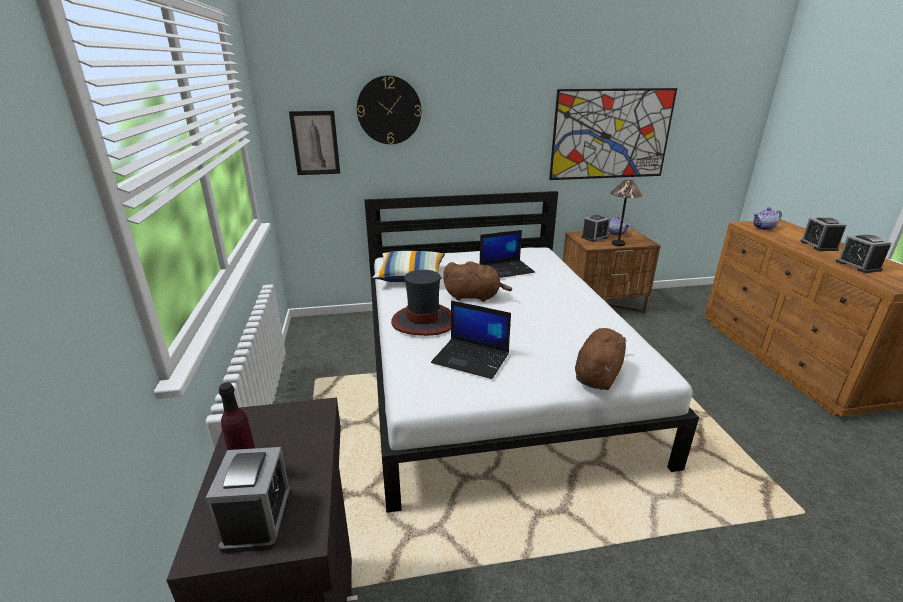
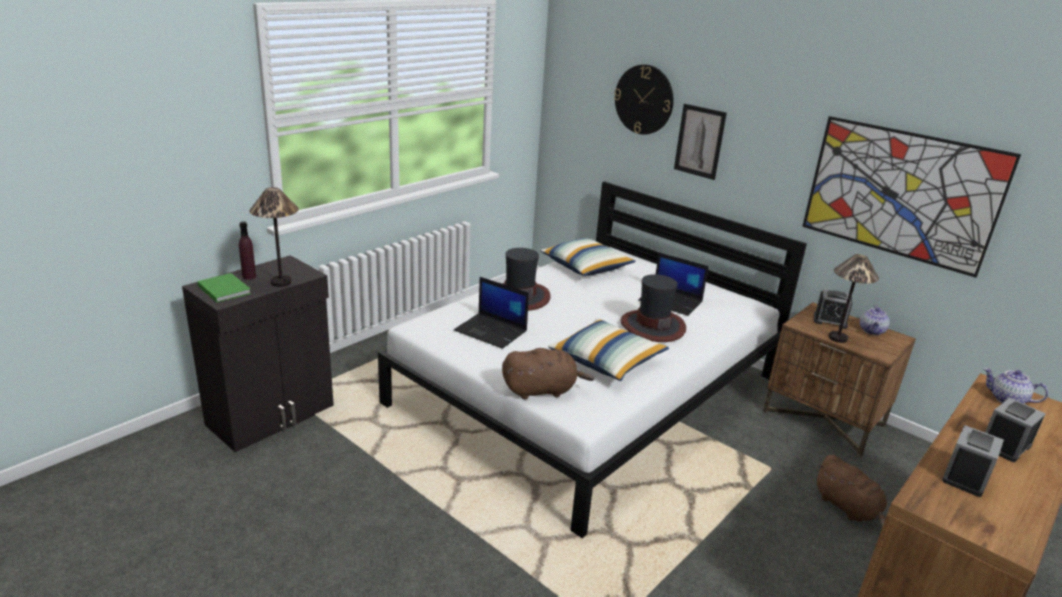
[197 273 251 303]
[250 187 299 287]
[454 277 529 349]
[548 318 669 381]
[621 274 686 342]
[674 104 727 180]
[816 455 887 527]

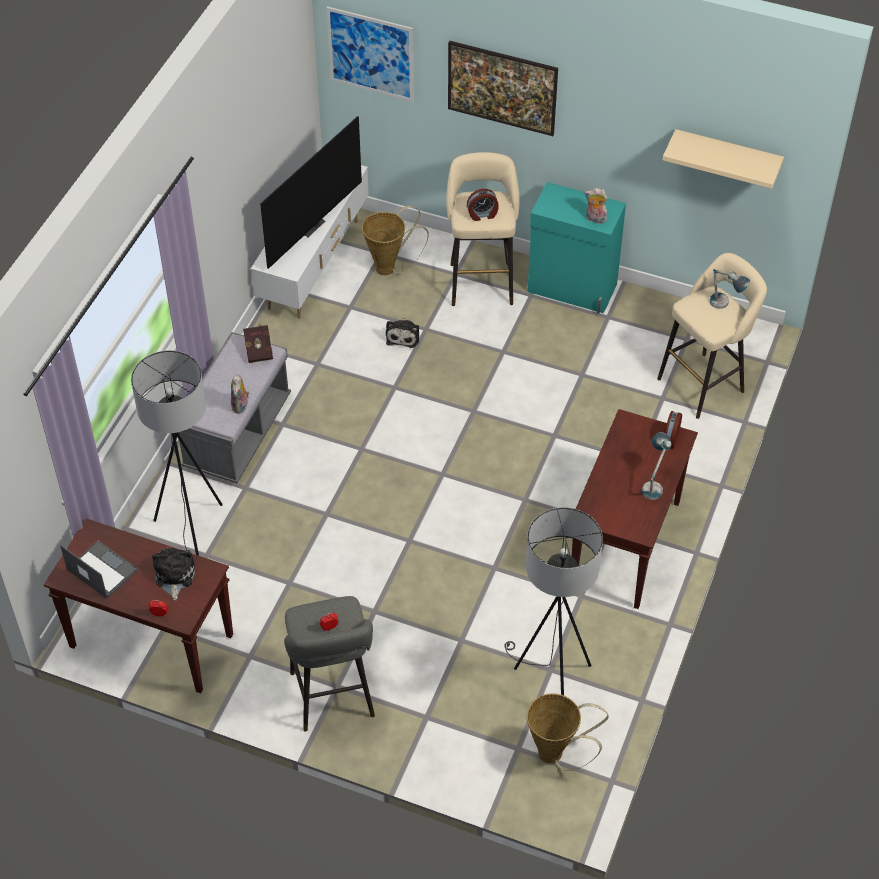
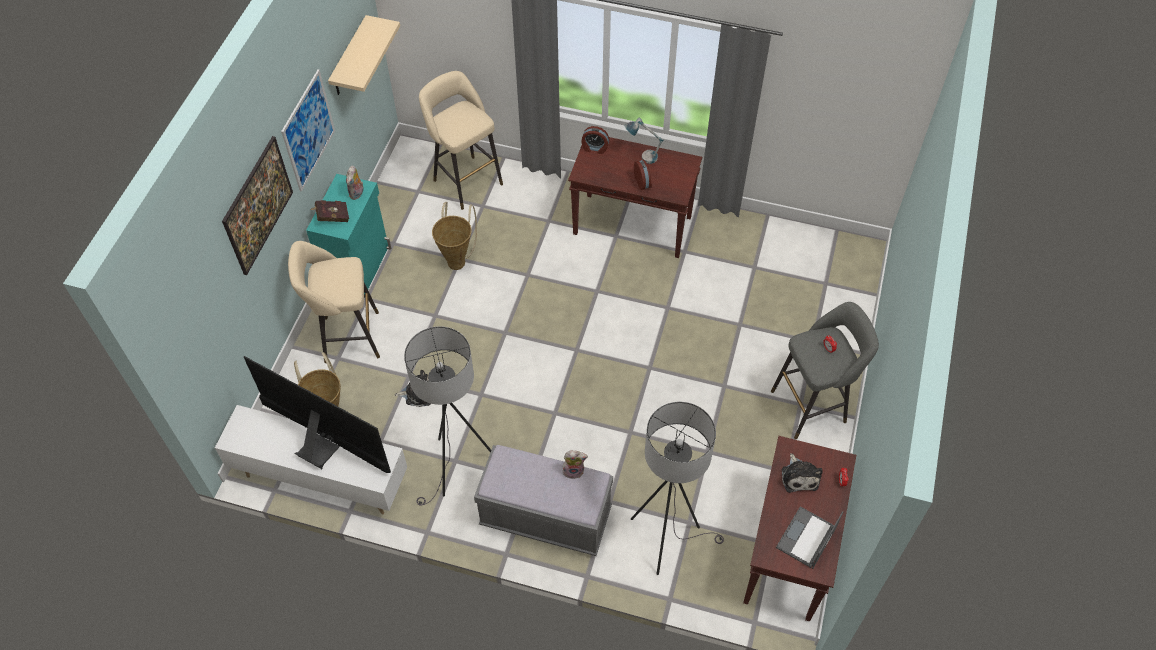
[281 69 335 192]
[311 200 349 222]
[404 326 491 506]
[432 202 477 270]
[634 160 652 190]
[782 453 823 493]
[710 269 750 309] (first image)

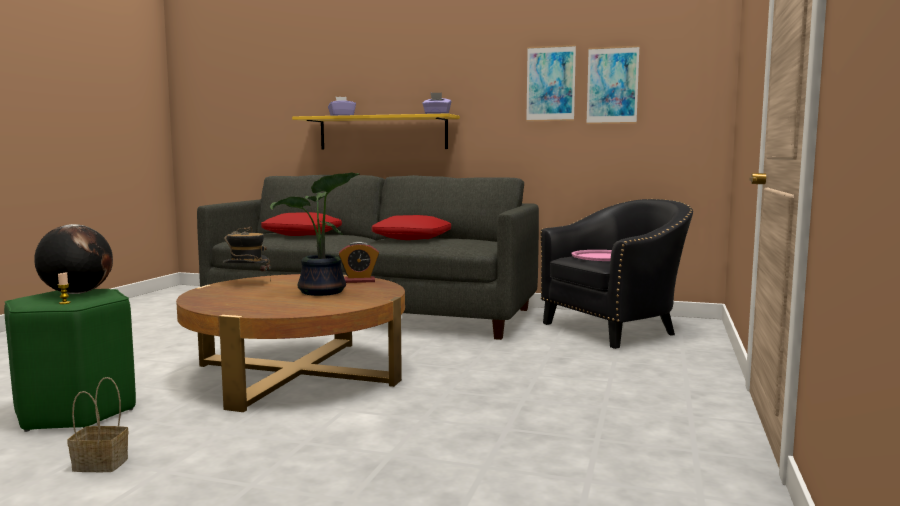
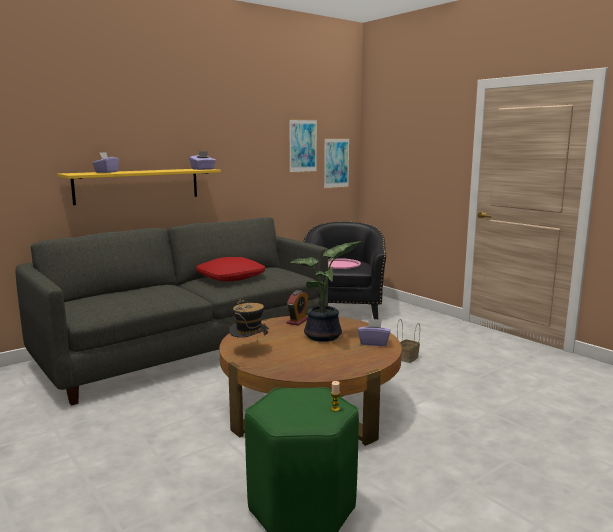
[324 138 350 189]
[358 318 390 346]
[397 319 420 363]
[34 224 113 294] (first image)
[261 212 342 236] (first image)

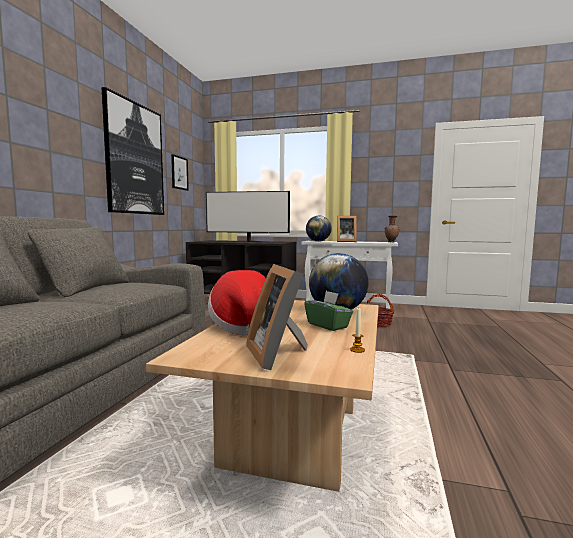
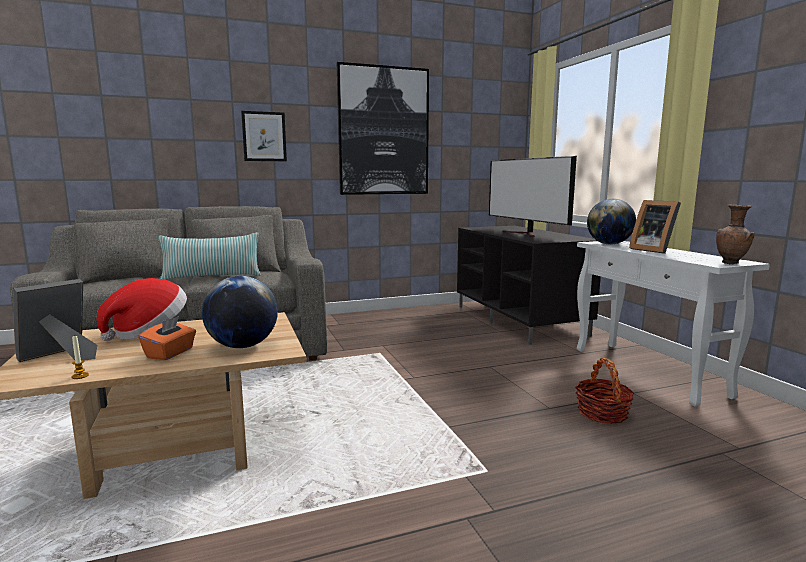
[138 316 196 360]
[158 233 260 280]
[241 111 287 161]

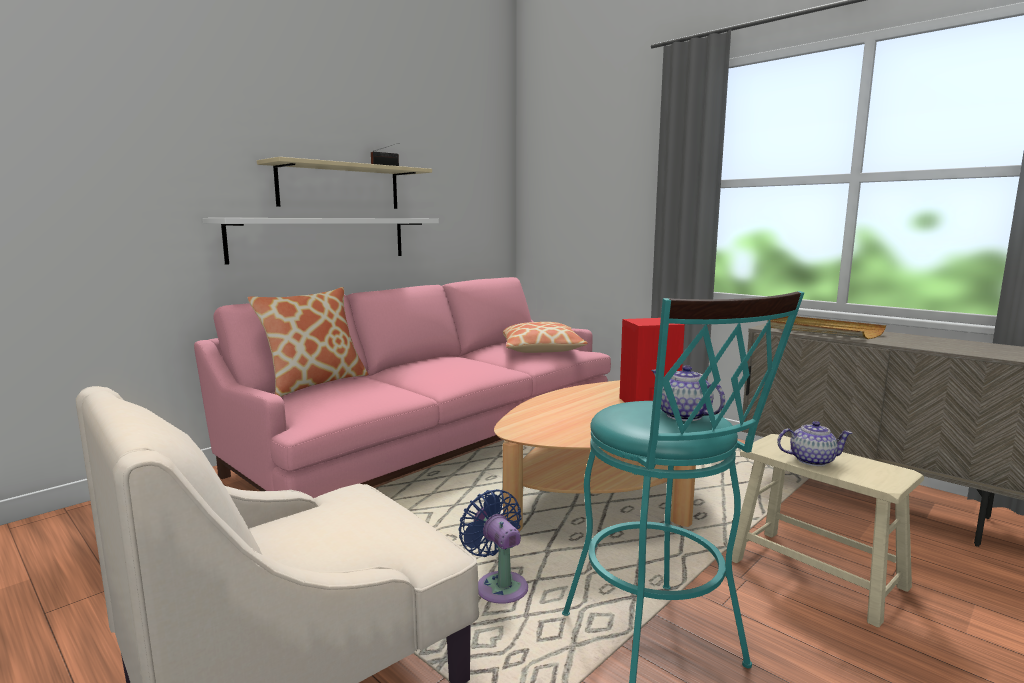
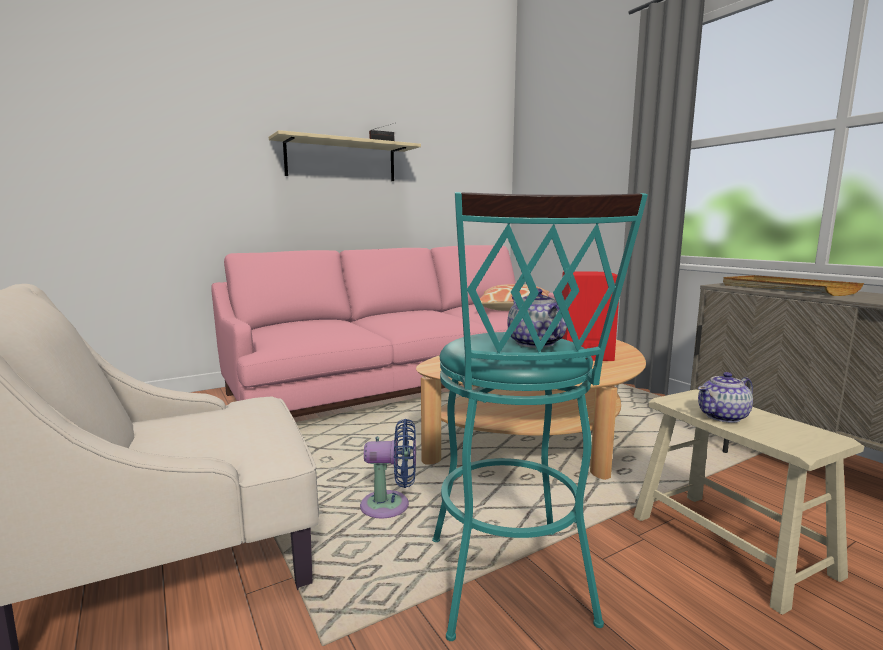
[360 419 416 519]
[698 372 753 423]
[202 218 439 265] (first image)
[248 287 368 397] (first image)

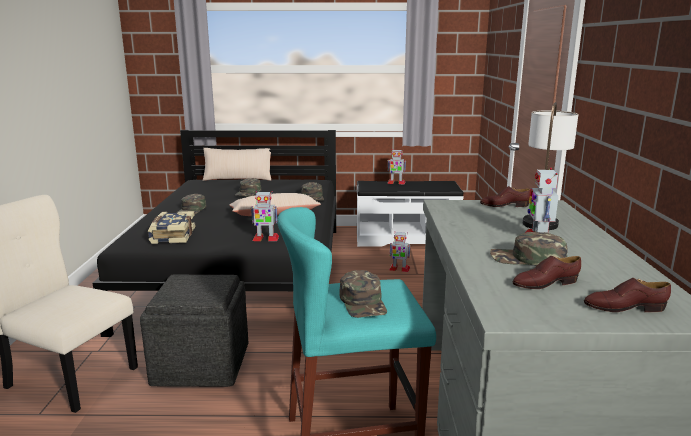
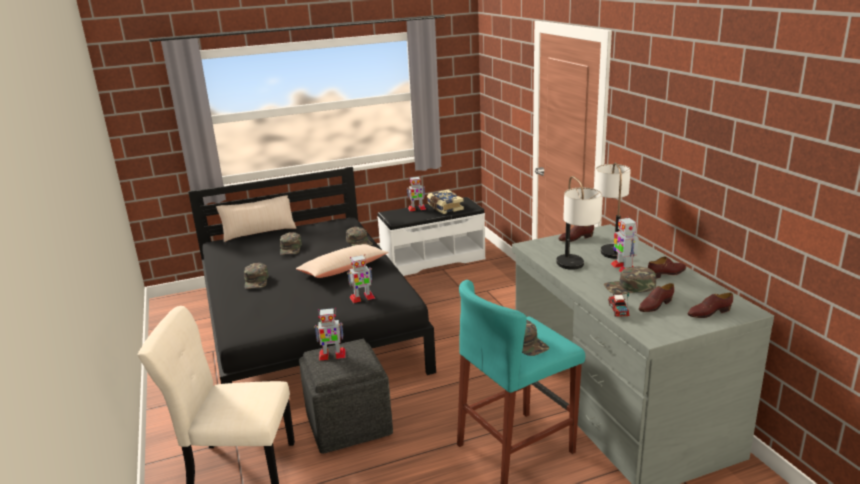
[314 308 346 361]
[427 190 464 214]
[556 176 602 270]
[608 292 629 317]
[648 257 686 279]

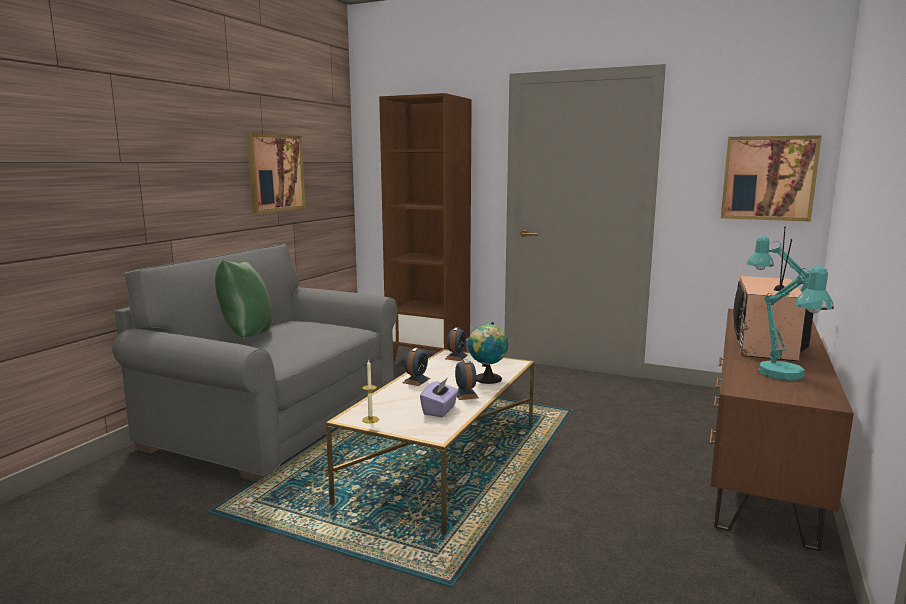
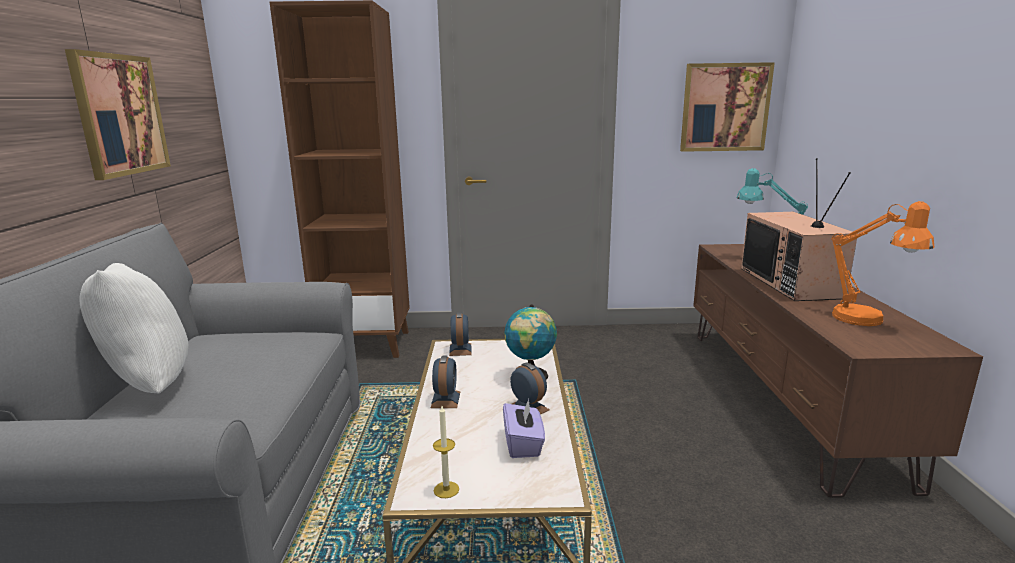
[80 263 188 393]
[831 201 934 326]

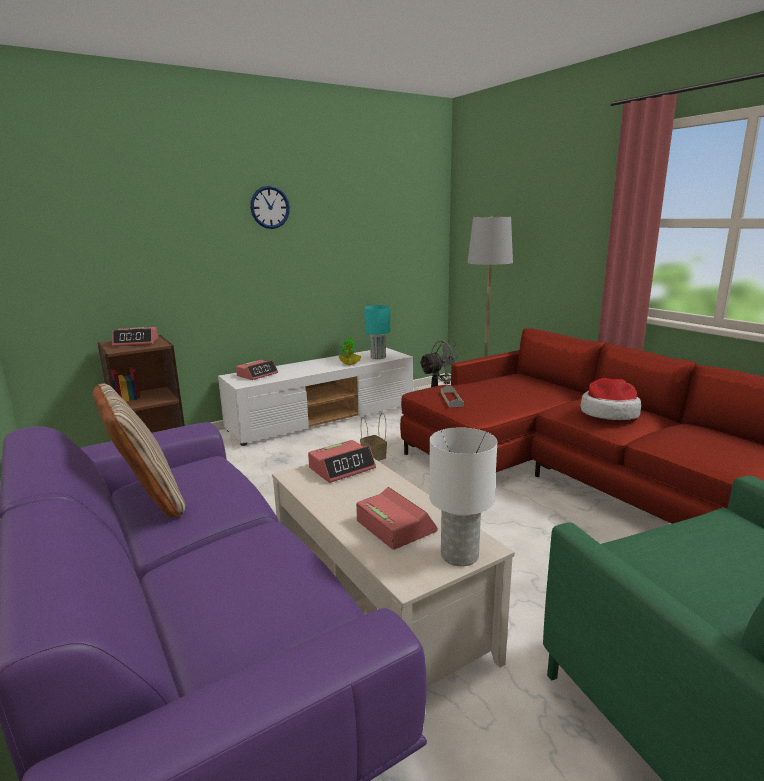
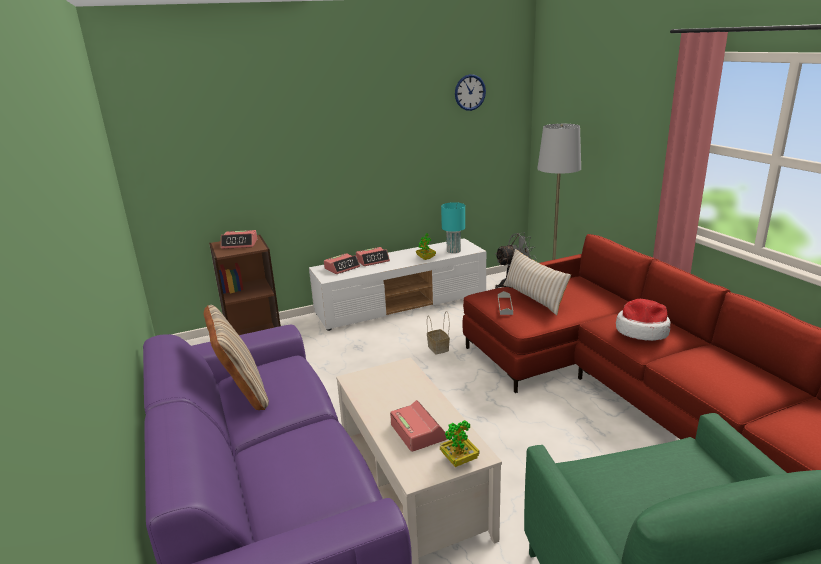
[356 247 390 266]
[440 420 479 467]
[455 74 486 111]
[504 249 571 315]

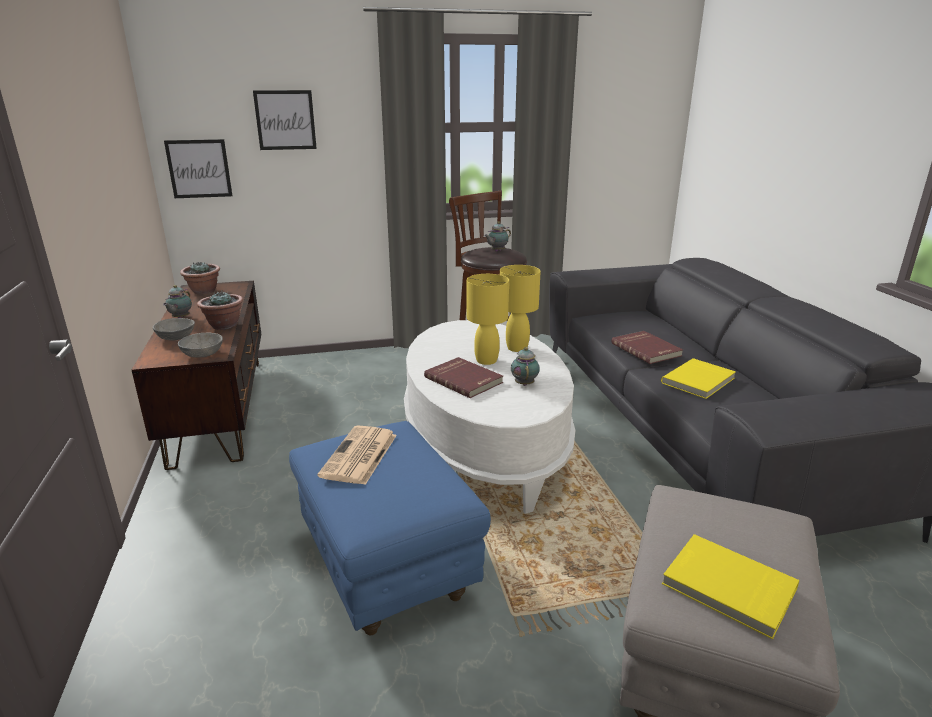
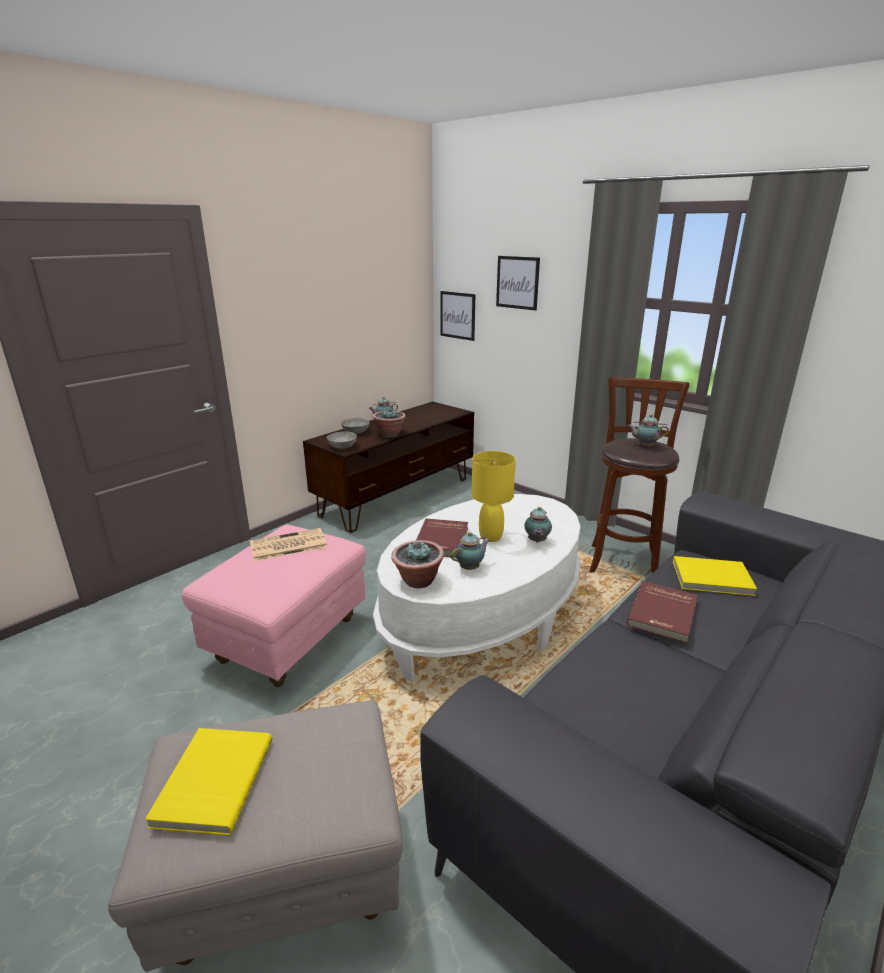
[182 524 366 687]
[391 540 444 588]
[524 507 552 543]
[673 556 757 596]

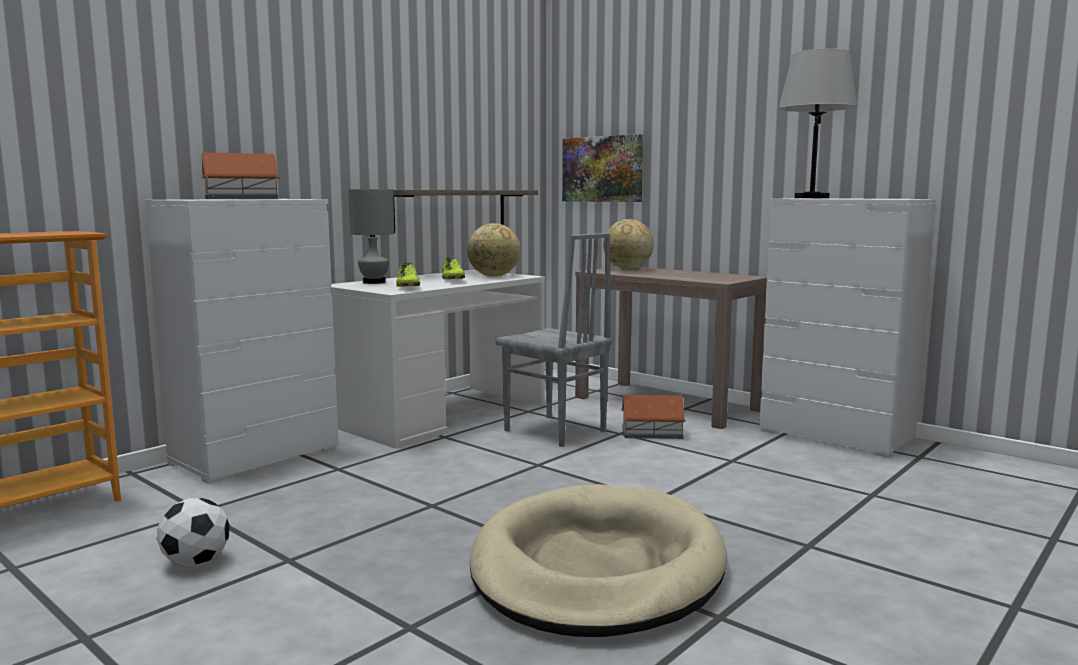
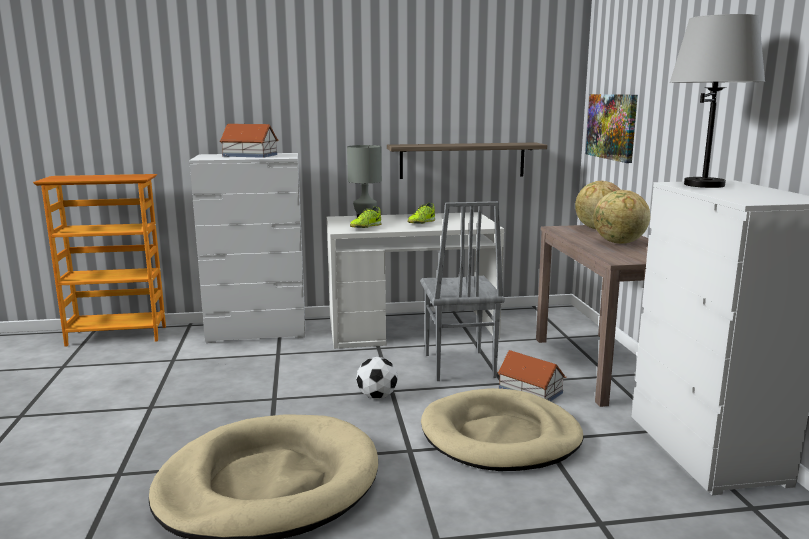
[356 357 398 399]
[421 388 584 471]
[593 190 650 244]

